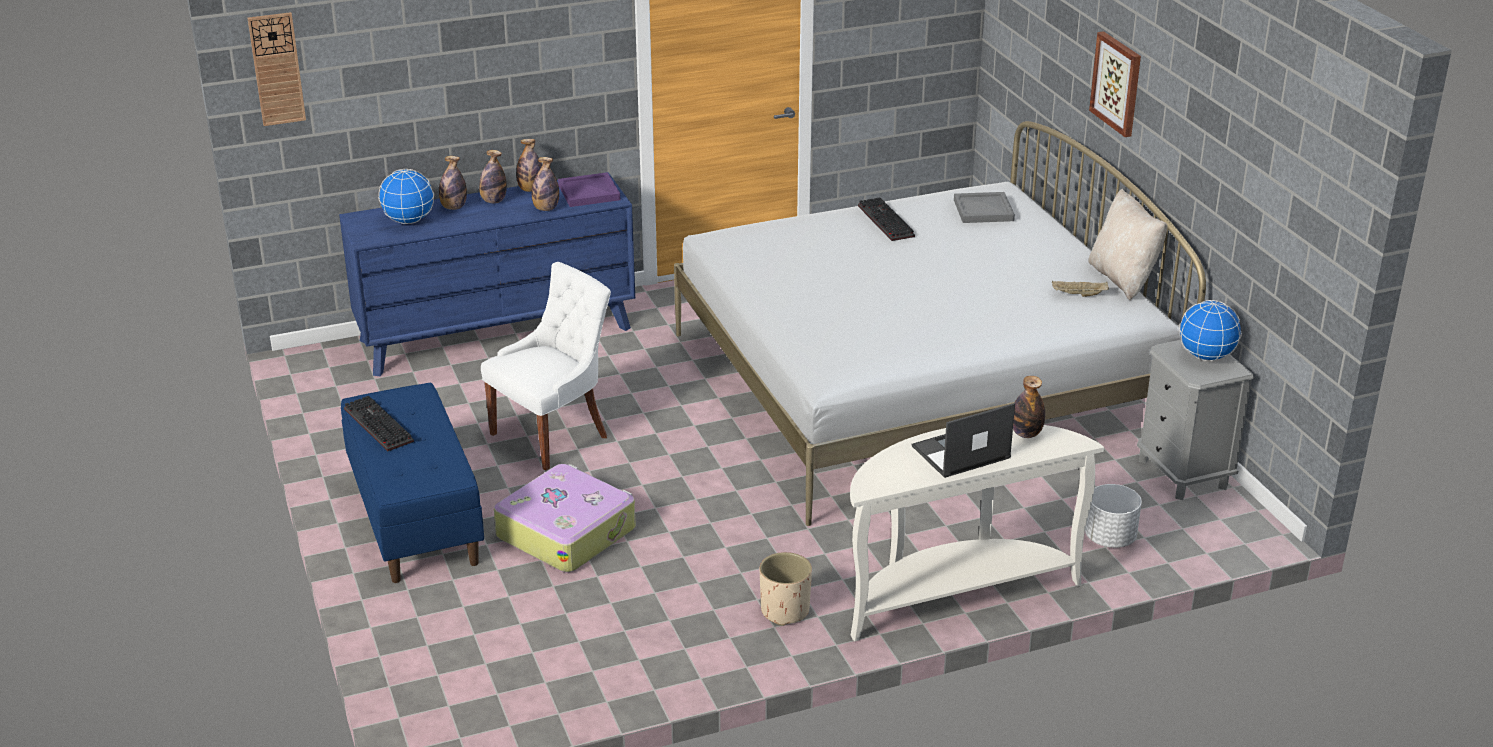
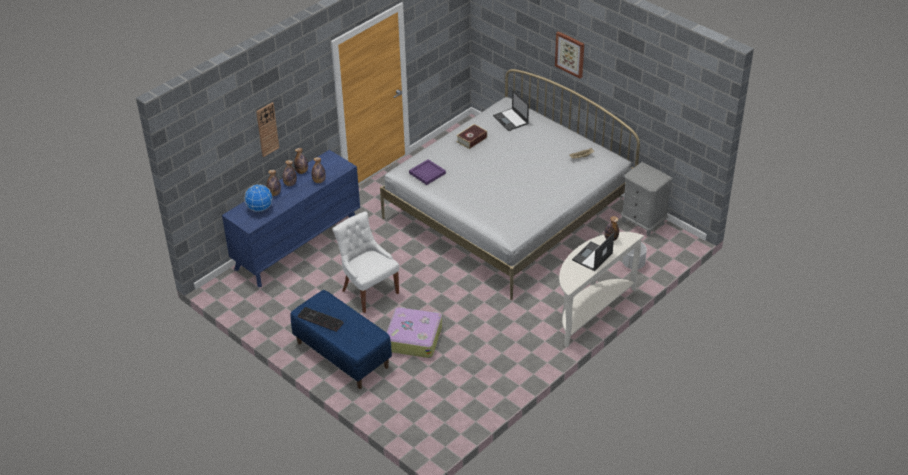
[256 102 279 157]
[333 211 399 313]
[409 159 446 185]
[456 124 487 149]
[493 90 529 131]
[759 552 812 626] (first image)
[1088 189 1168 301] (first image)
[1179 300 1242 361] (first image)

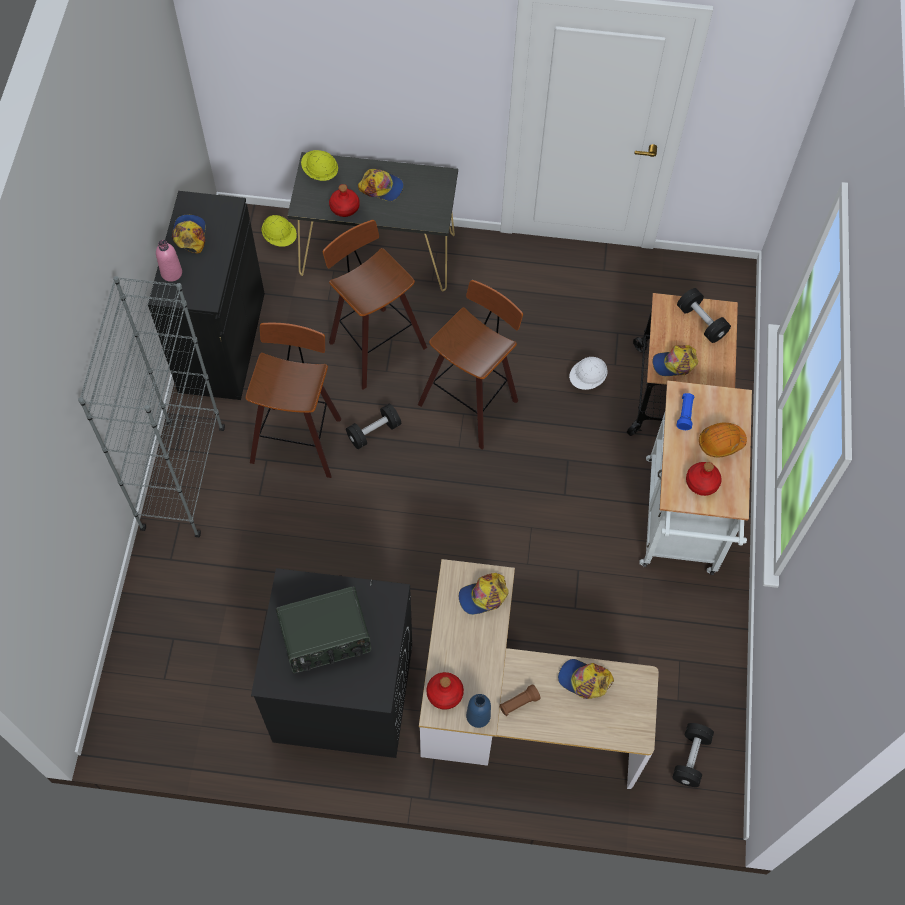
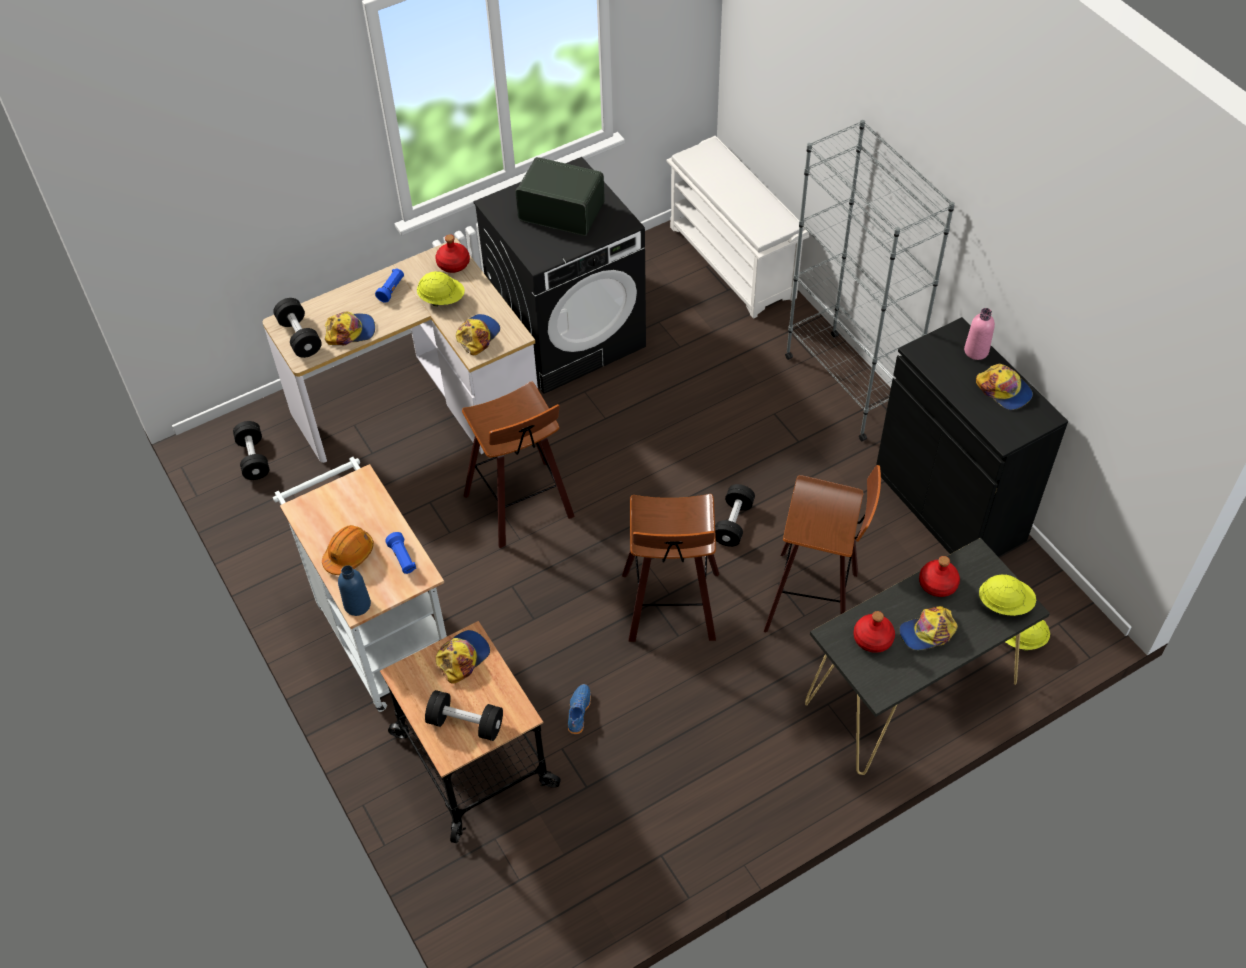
[273 298 322 358]
[338 565 371 616]
[375 268 404 303]
[417 271 465 307]
[462 381 575 548]
[515 157 605 236]
[568 684 591 734]
[667 136 809 319]
[854 611 895 653]

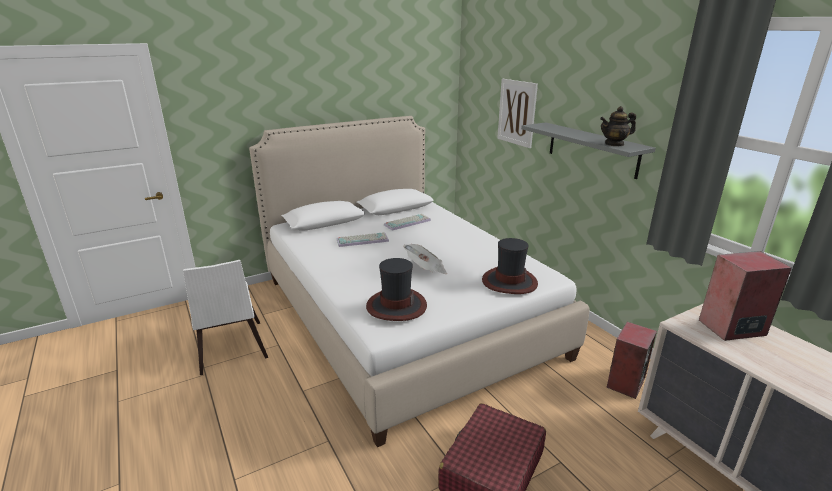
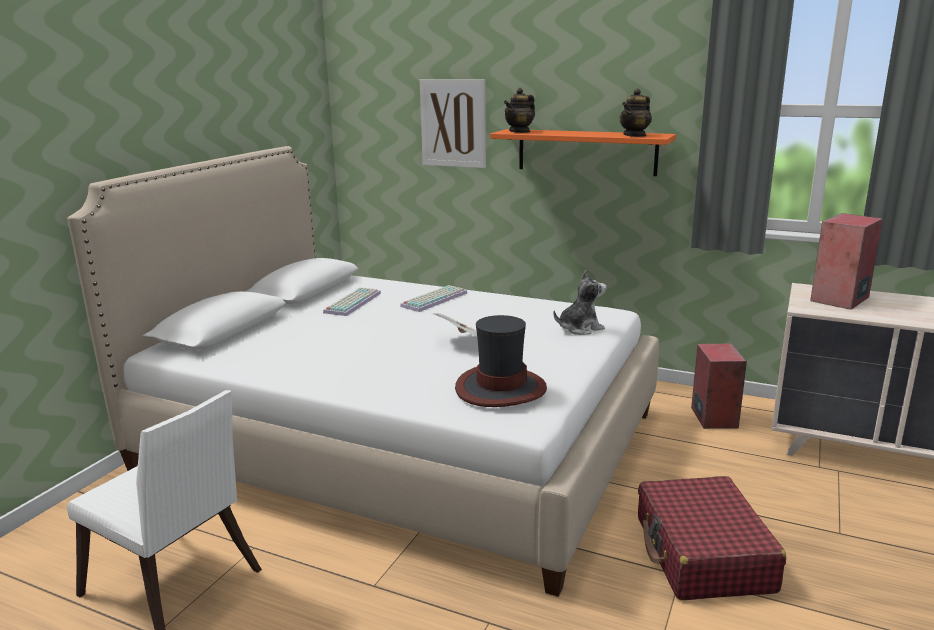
[400 285 467 312]
[490 129 676 176]
[504 88 535 133]
[554 270 607 335]

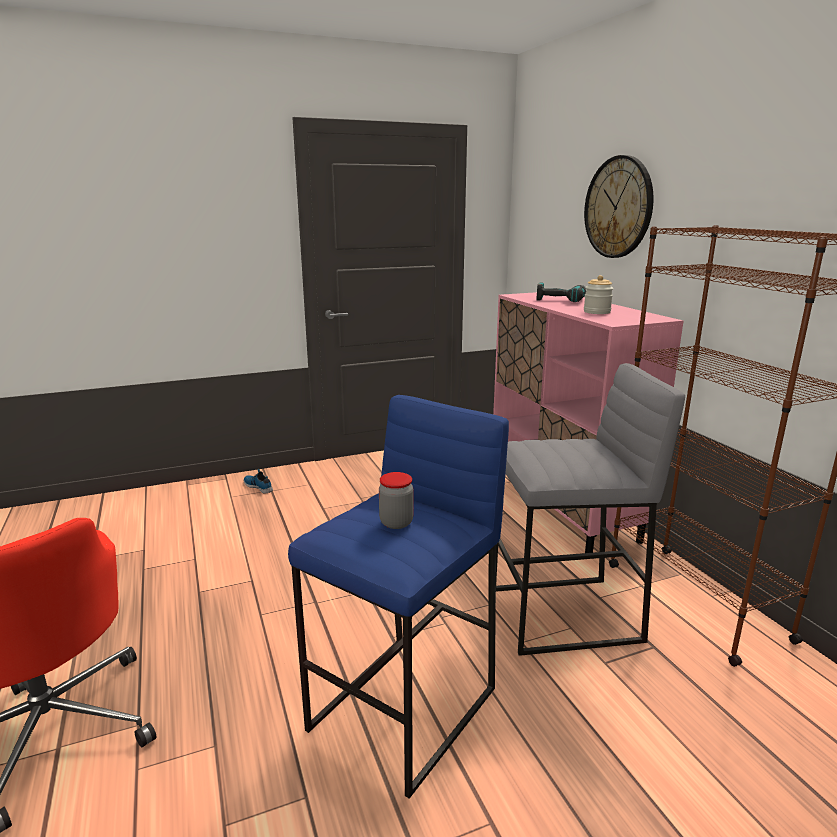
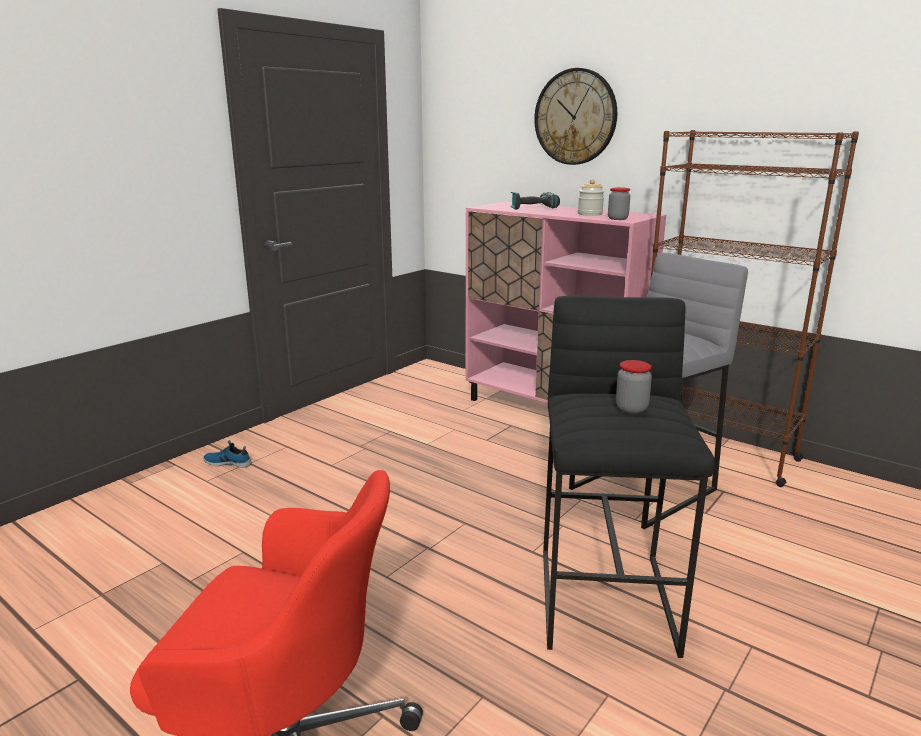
[543 296 715 658]
[608 187 630 220]

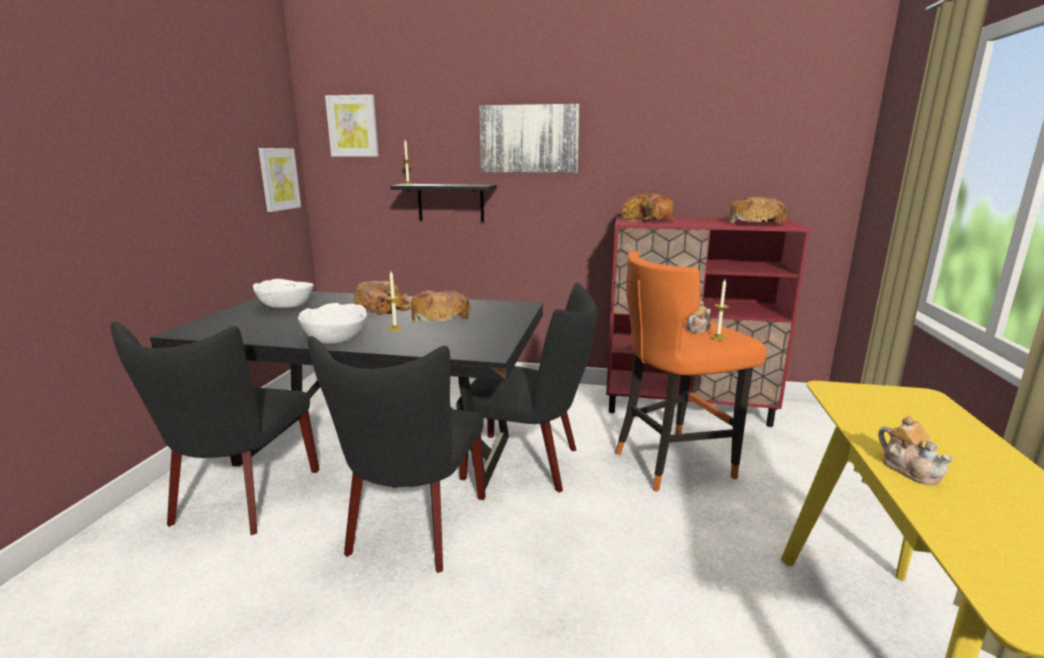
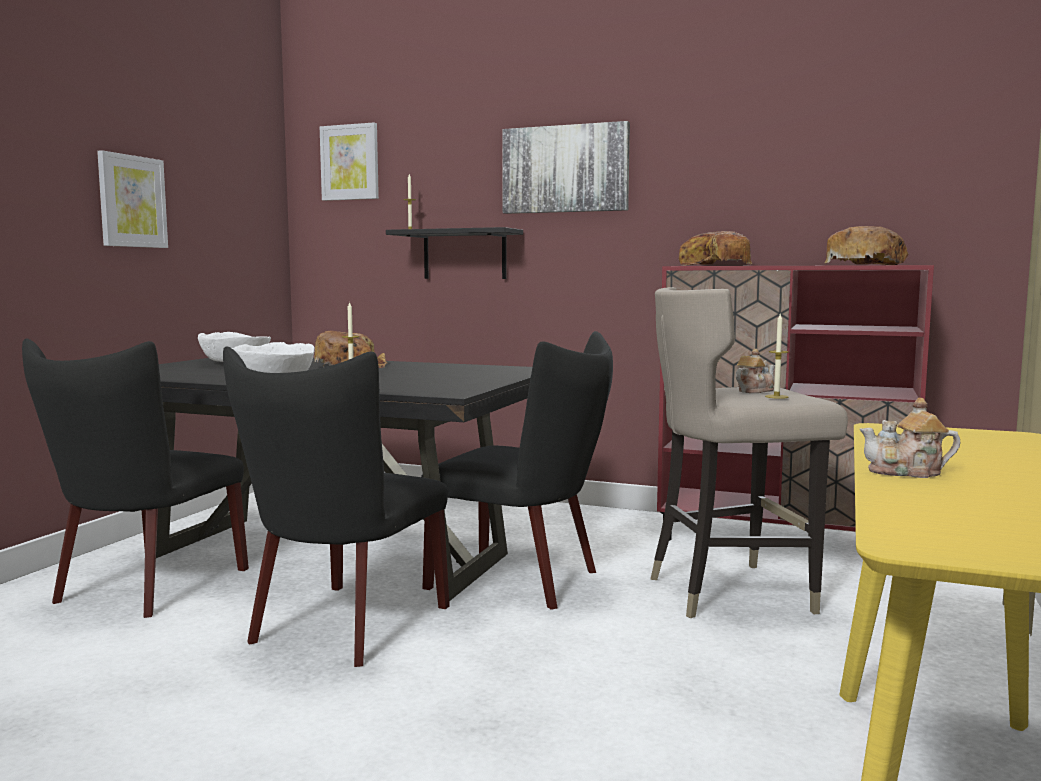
[97 150 168 248]
[651 287 848 618]
[860 398 960 478]
[411 291 471 323] (first image)

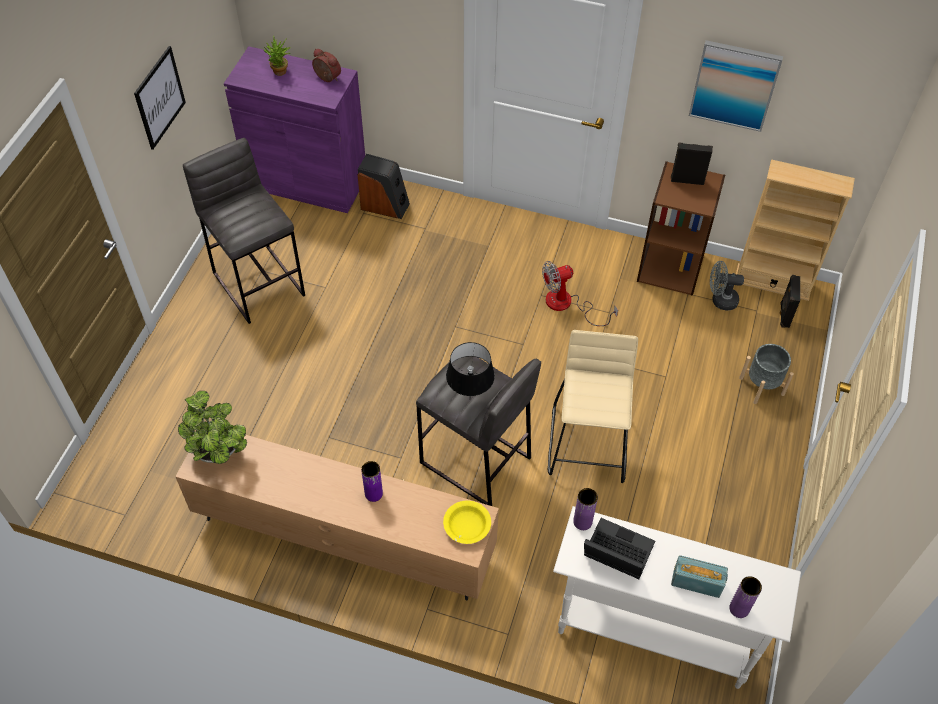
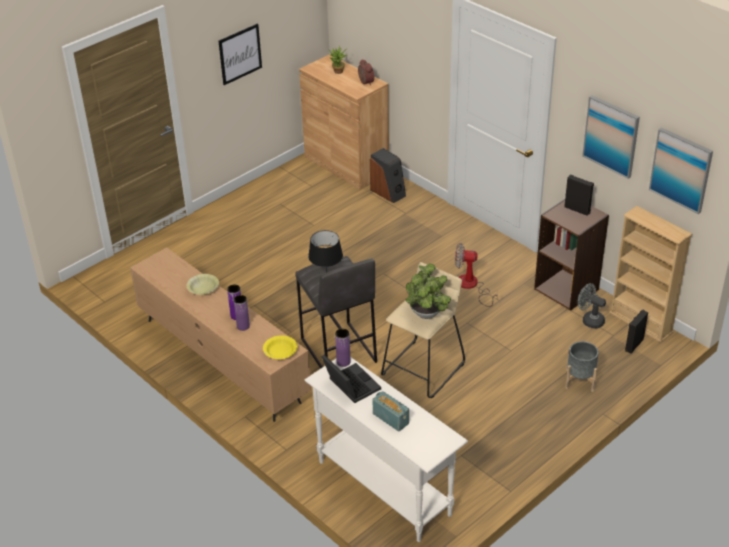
[187 274 219 295]
[234 295 250 331]
[299 54 389 189]
[405 264 451 319]
[649 127 713 214]
[183 138 305 324] (first image)

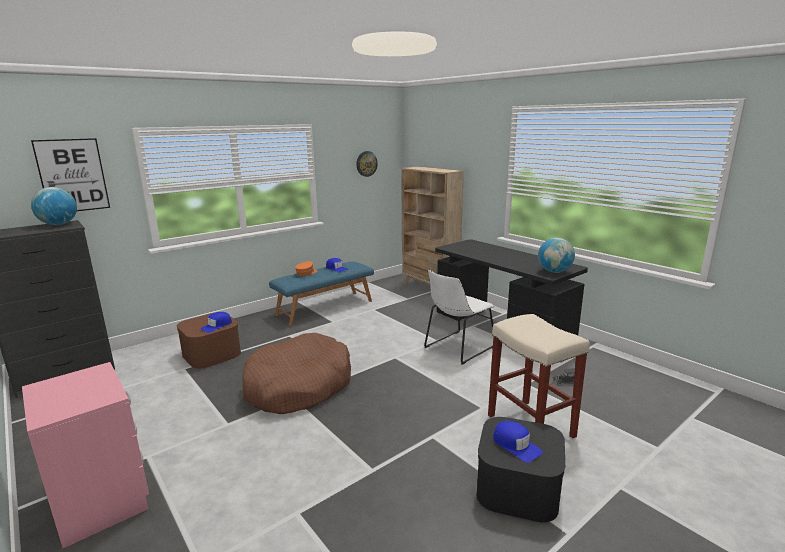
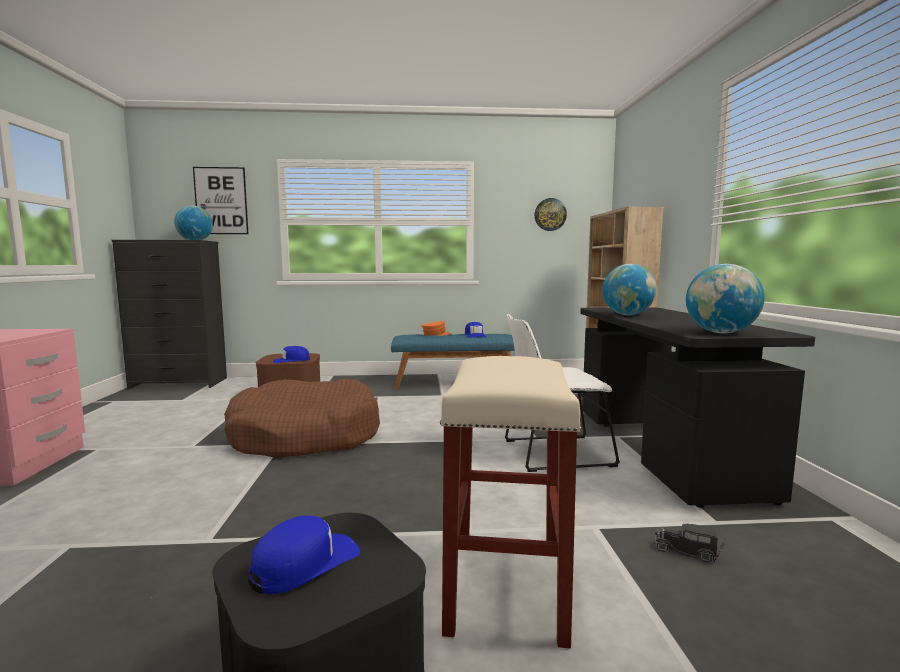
[248 515 360 594]
[602 264 657 315]

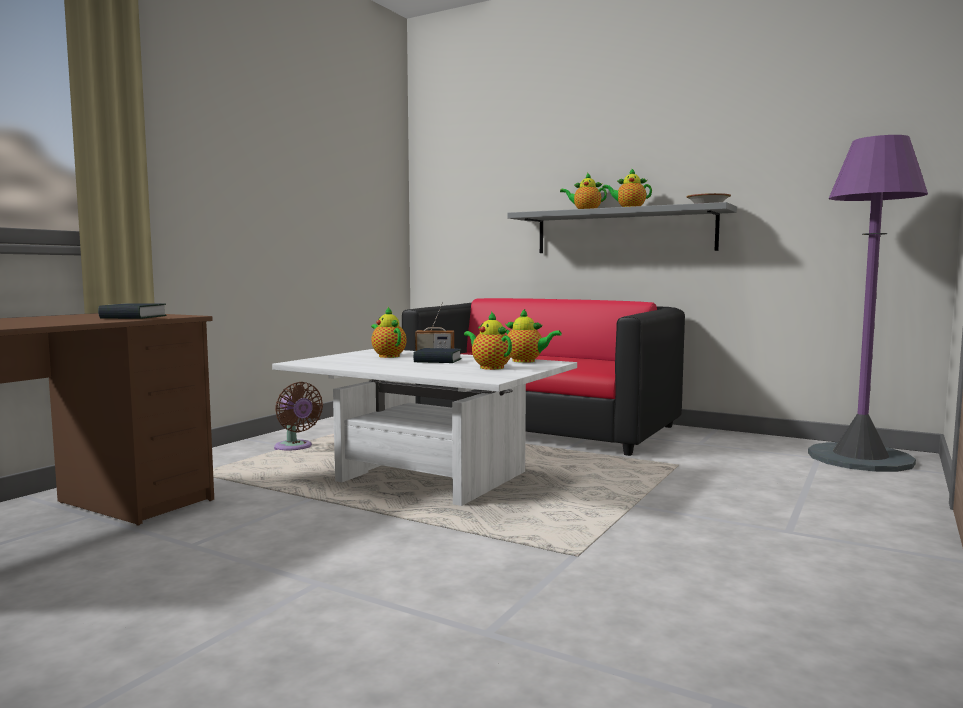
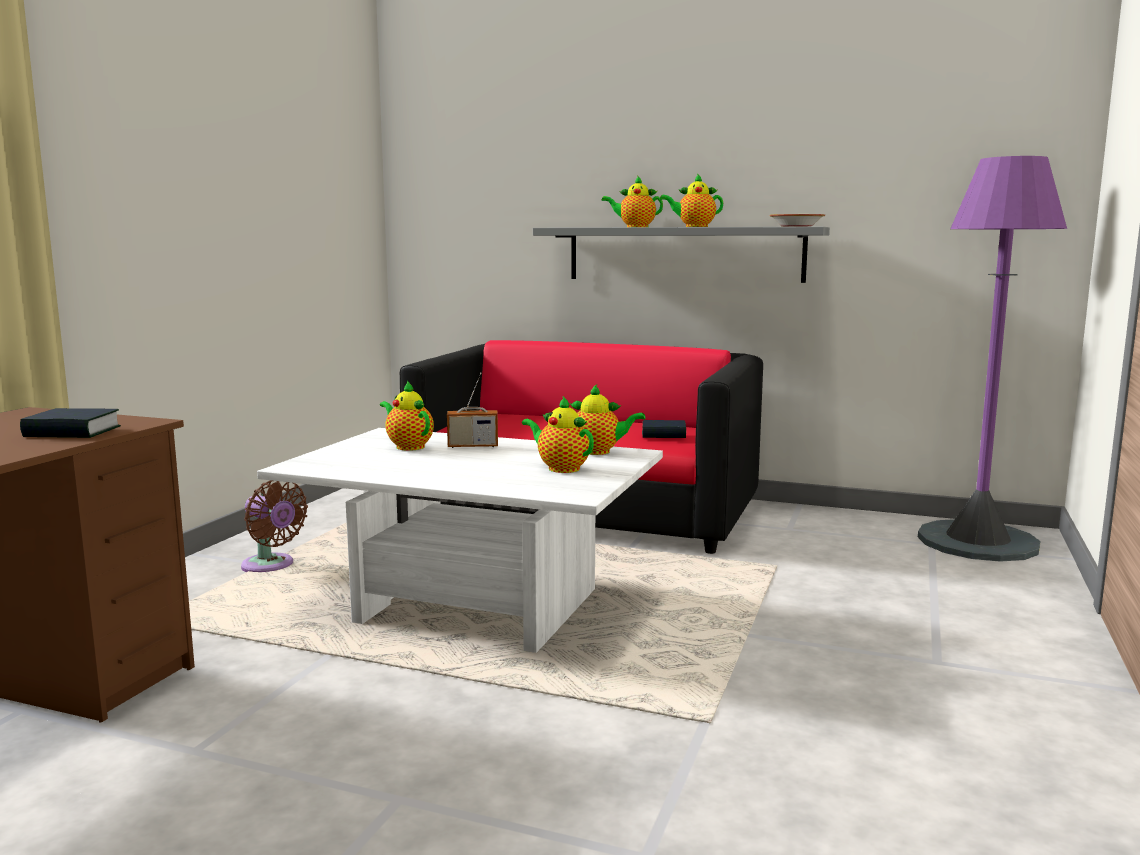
[642 420 686 438]

